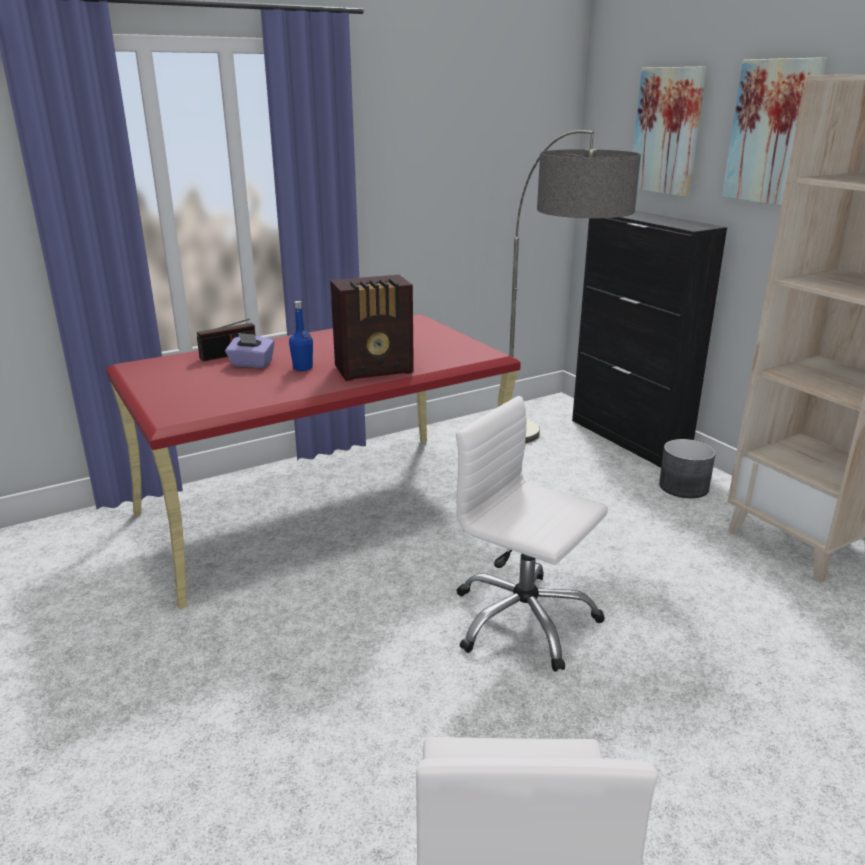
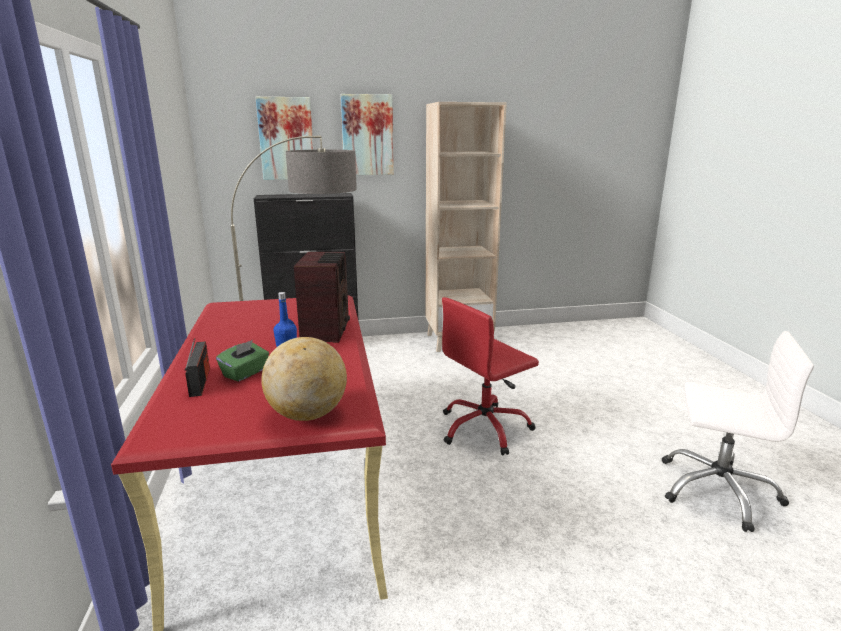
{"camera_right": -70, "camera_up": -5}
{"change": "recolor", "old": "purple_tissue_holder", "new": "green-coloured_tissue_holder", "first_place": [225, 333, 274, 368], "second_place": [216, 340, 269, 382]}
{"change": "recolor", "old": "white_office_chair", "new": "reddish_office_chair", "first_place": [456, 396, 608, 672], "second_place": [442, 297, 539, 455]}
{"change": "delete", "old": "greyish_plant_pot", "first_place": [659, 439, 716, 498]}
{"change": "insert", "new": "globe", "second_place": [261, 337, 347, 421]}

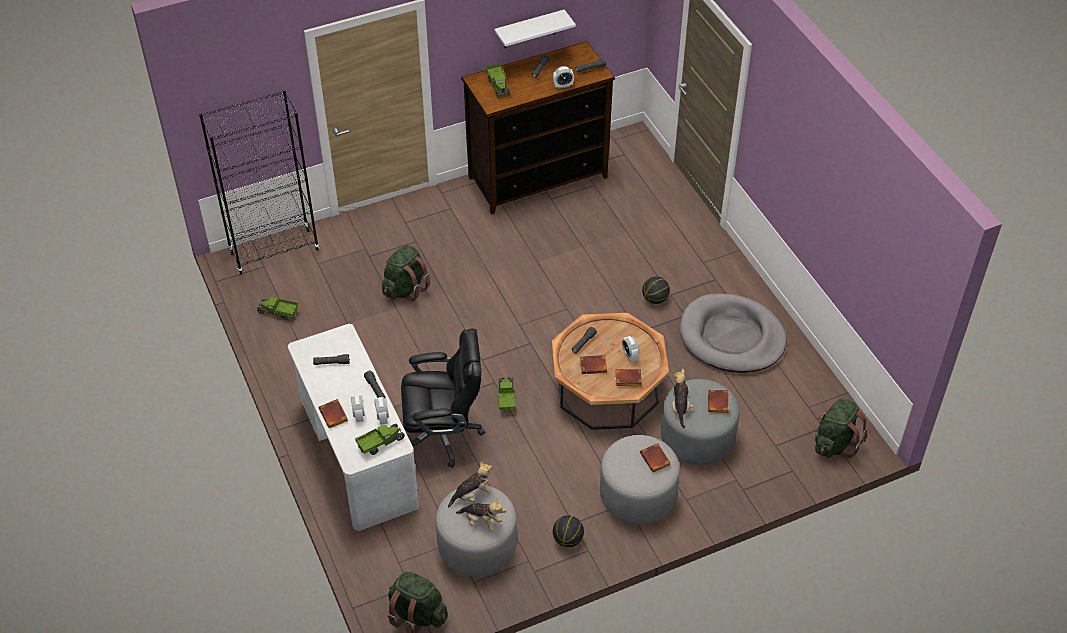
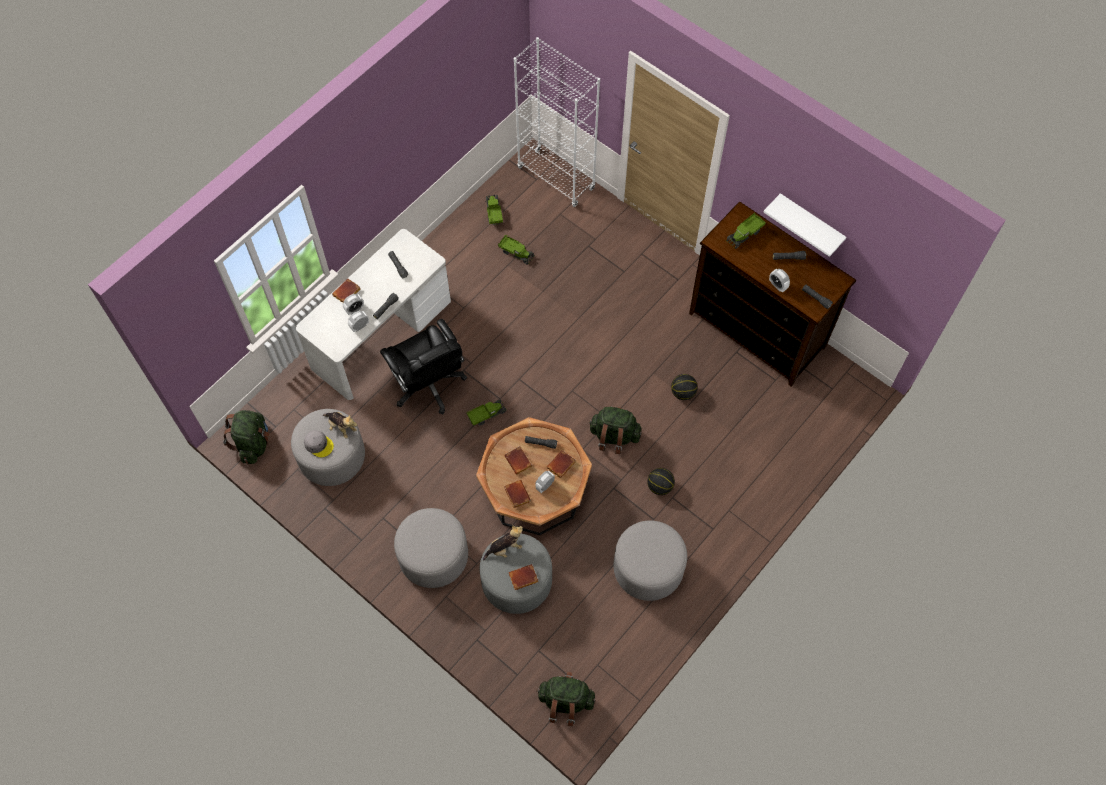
{"camera_right": 65, "camera_up": 15}
{"change": "recolor", "old": "black-coloured_bookcase", "new": "white_bookcase", "first_place": [199, 90, 319, 274], "second_place": [514, 37, 600, 207]}
{"change": "move", "old": "model_truck", "first_place": [355, 424, 404, 455], "second_place": [498, 235, 535, 264]}
{"change": "move", "old": "green-coloured_rucksack", "first_place": [382, 245, 430, 302], "second_place": [589, 407, 641, 454]}
{"change": "replace", "old": "soft_toy", "new": "greyish_cap", "first_place": [456, 498, 506, 531], "second_place": [304, 430, 334, 457]}
{"change": "move", "old": "basketball_ball", "first_place": [553, 516, 584, 547], "second_place": [671, 374, 698, 400]}
{"change": "move", "old": "brownish_bound_book", "first_place": [640, 443, 671, 473], "second_place": [547, 450, 576, 479]}
{"change": "replace", "old": "greyish_dog_bed", "new": "greyish_footrest", "first_place": [680, 293, 787, 373], "second_place": [614, 520, 687, 601]}

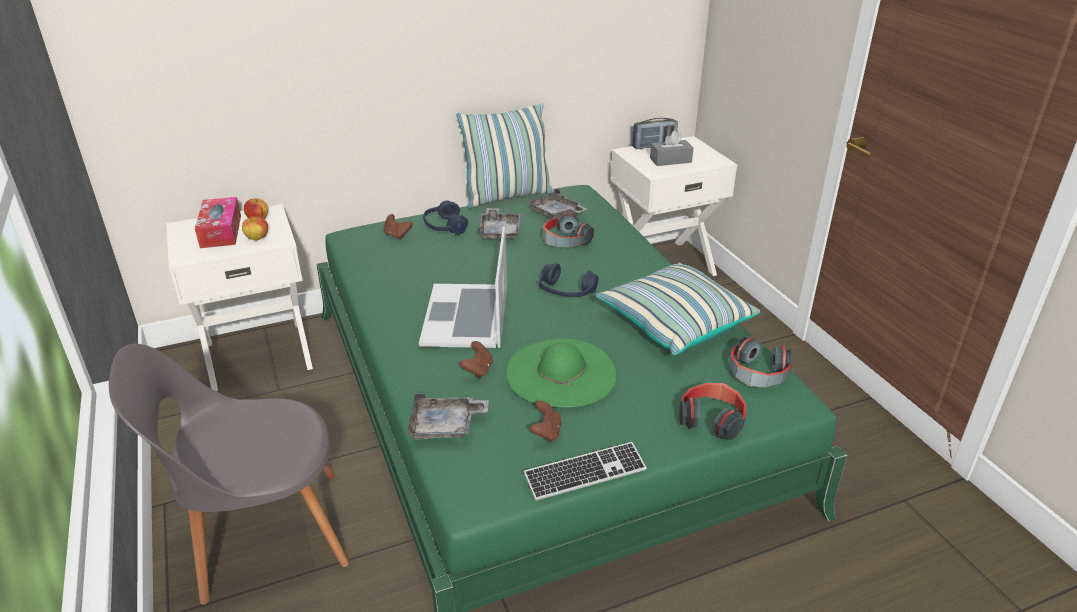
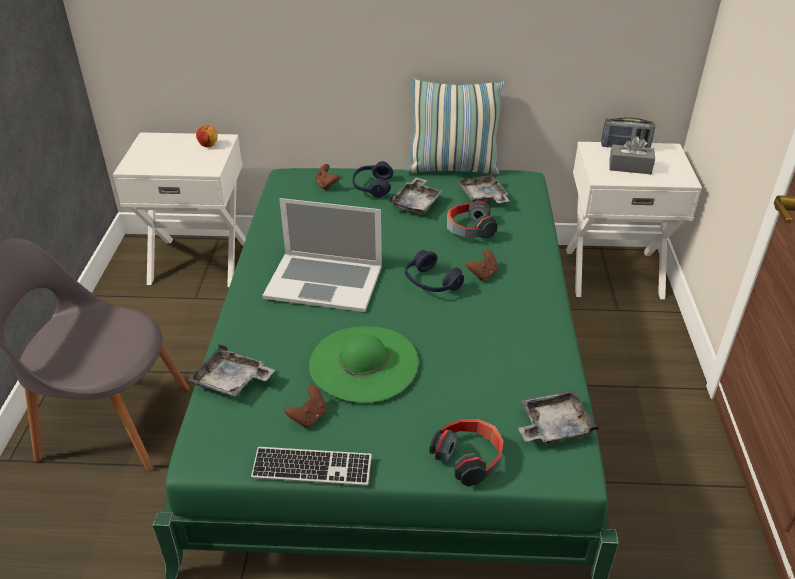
{"camera_right": 25, "camera_up": 5}
{"change": "delete", "old": "tissue_holder", "first_place": [195, 197, 241, 248]}
{"change": "delete", "old": "whole_apple", "first_place": [242, 216, 268, 241]}
{"change": "rotate", "old": "laptop", "first_place": [419, 227, 507, 348], "second_place": [262, 198, 382, 312], "degrees": -105}
{"change": "move", "old": "brownish_gamepad", "first_place": [459, 341, 493, 378], "second_place": [466, 249, 498, 281]}
{"change": "delete", "old": "throw_pillow", "first_place": [595, 262, 760, 355]}
{"change": "replace", "old": "headphones", "new": "greyish_tray", "first_place": [729, 336, 793, 387], "second_place": [518, 390, 600, 445]}

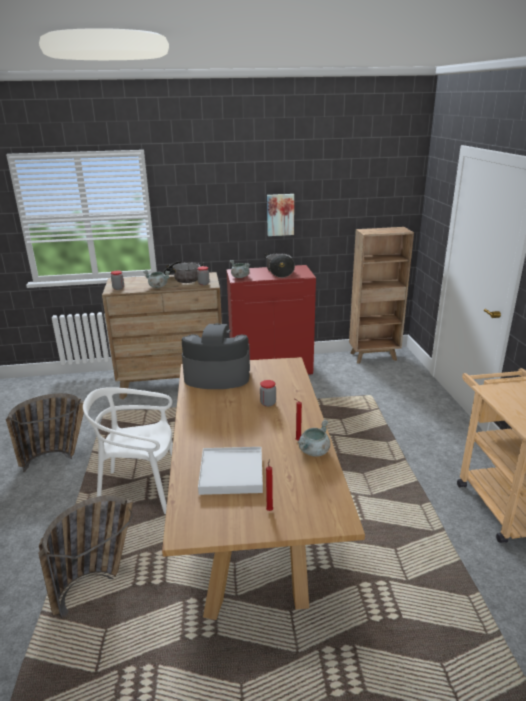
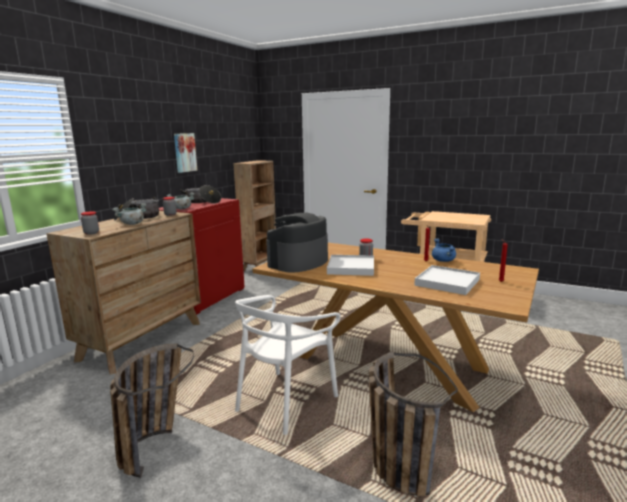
{"camera_right": -55, "camera_up": -10}
{"change": "recolor", "old": "greyish_cooking_pot", "new": "blue_cooking_pot", "first_place": [298, 419, 330, 457], "second_place": [432, 238, 456, 262]}
{"change": "insert", "new": "white_tray", "second_place": [327, 255, 374, 276]}

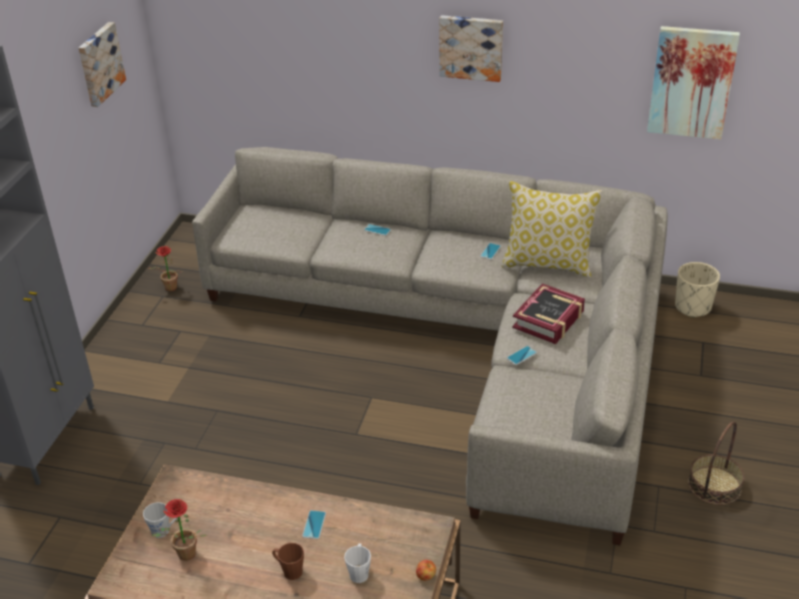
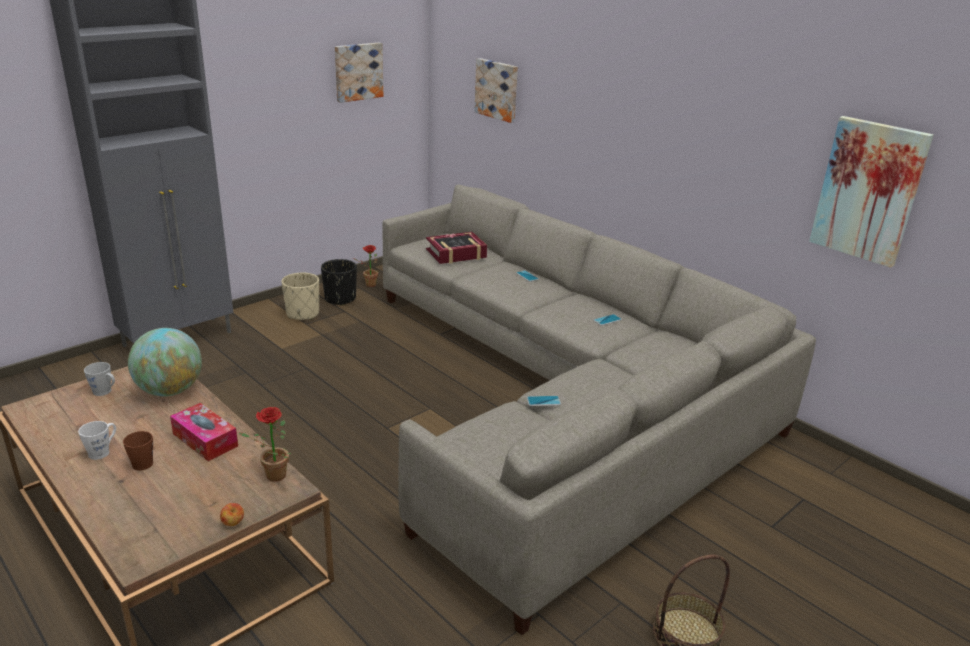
{"camera_right": 30, "camera_up": -10}
{"change": "move", "old": "houseplant", "first_place": [152, 499, 207, 561], "second_place": [239, 407, 291, 482]}
{"change": "replace", "old": "handset", "new": "tissue_holder", "first_place": [302, 510, 326, 539], "second_place": [170, 403, 238, 461]}
{"change": "move", "old": "white_tea_mug", "first_place": [344, 543, 371, 583], "second_place": [78, 421, 116, 460]}
{"change": "move", "old": "wall_picture", "first_place": [439, 15, 503, 82], "second_place": [475, 58, 518, 123]}
{"change": "delete", "old": "throw_pillow", "first_place": [502, 181, 602, 278]}
{"change": "move", "old": "bound_book", "first_place": [512, 284, 585, 344], "second_place": [426, 232, 487, 264]}
{"change": "move", "old": "beige_plant_pot", "first_place": [675, 262, 720, 318], "second_place": [281, 273, 319, 320]}
{"change": "insert", "new": "globe", "second_place": [128, 328, 202, 396]}
{"change": "insert", "new": "black-coloured_plant_pot", "second_place": [321, 259, 357, 306]}

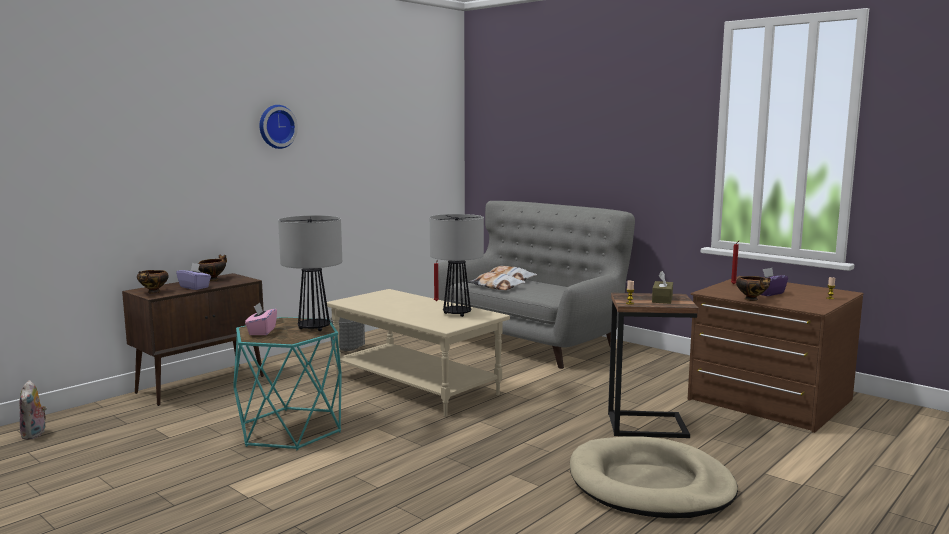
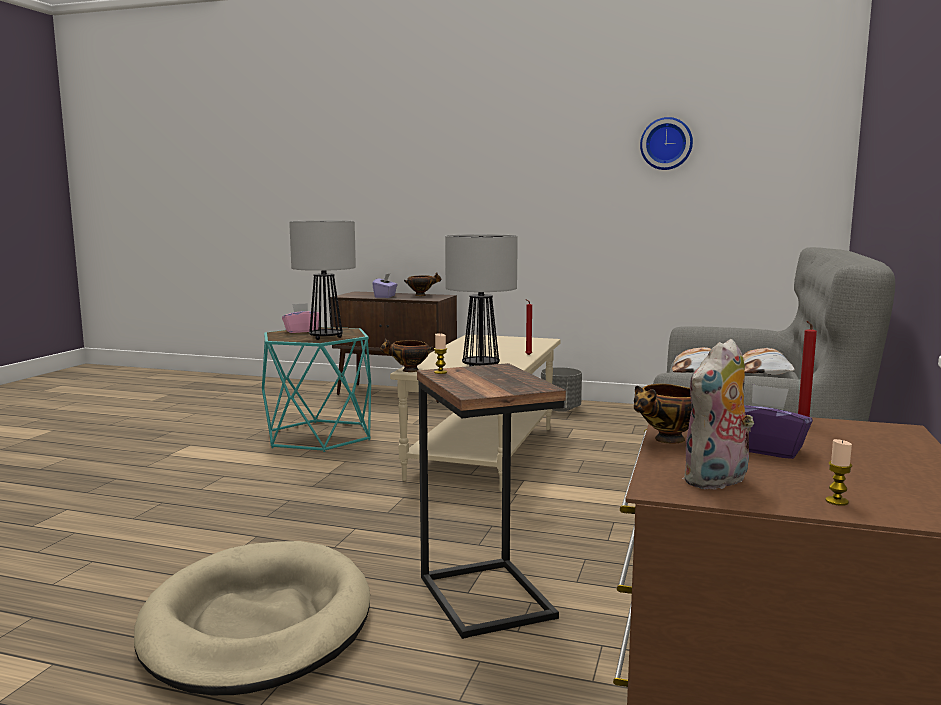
{"camera_right": 65, "camera_up": 0}
{"change": "move", "old": "soft_toy", "first_place": [19, 380, 47, 440], "second_place": [682, 339, 754, 490]}
{"change": "move", "old": "bowl", "first_place": [137, 270, 169, 293], "second_place": [380, 339, 433, 372]}
{"change": "move", "old": "wall_clock", "first_place": [260, 105, 298, 149], "second_place": [640, 117, 693, 170]}
{"change": "delete", "old": "brownish_tissue_holder", "first_place": [652, 271, 673, 304]}

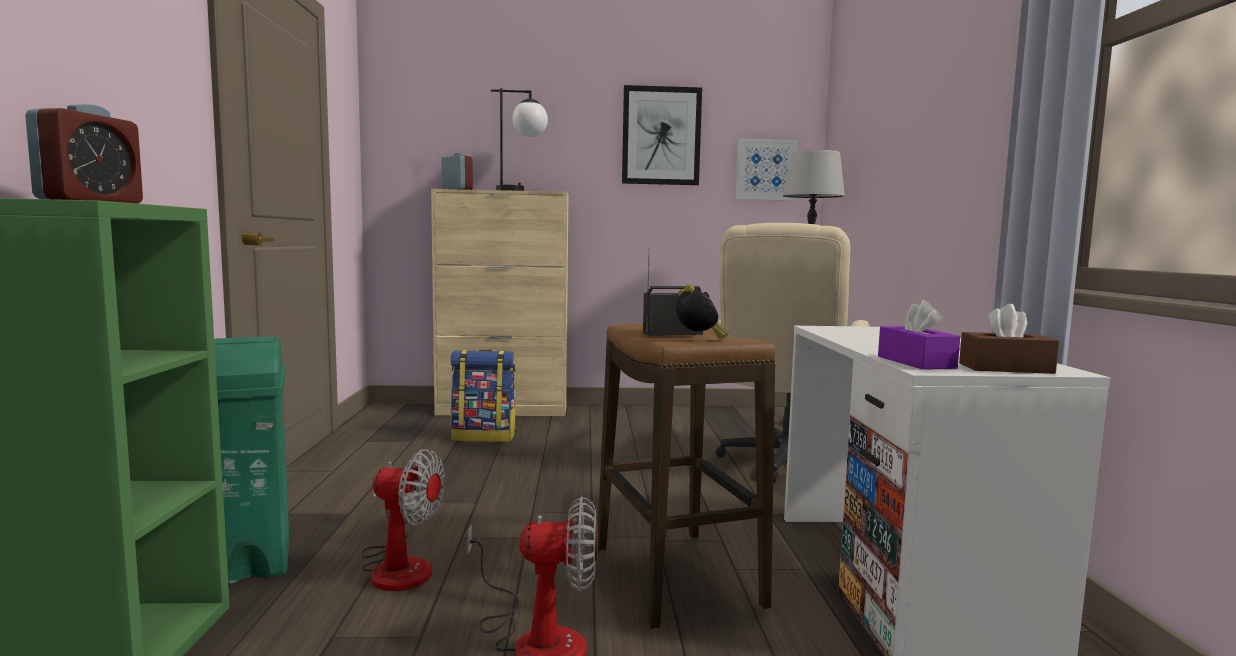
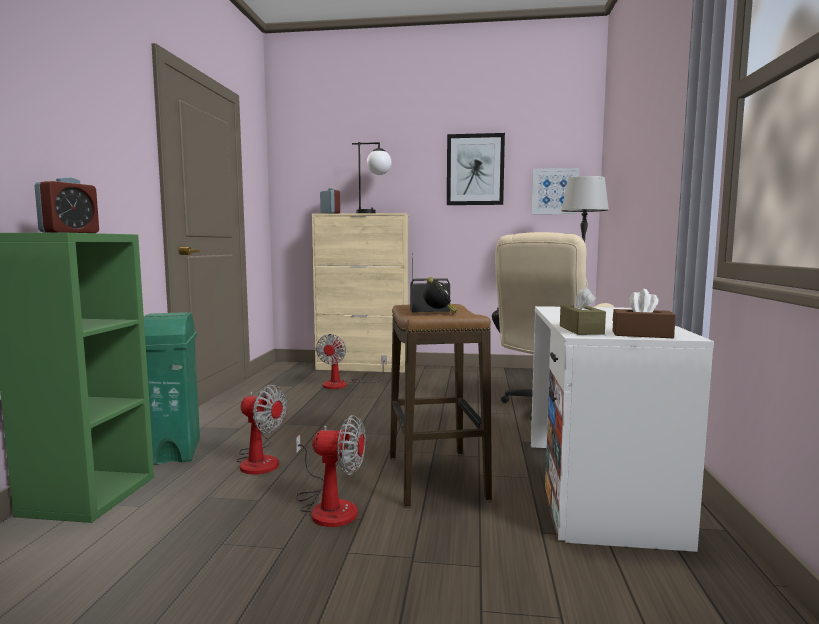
{"camera_right": 10, "camera_up": 0}
{"change": "replace", "old": "rucksack", "new": "electric_fan", "first_place": [451, 349, 516, 442], "second_place": [316, 334, 387, 389]}
{"change": "recolor", "old": "purple_tissue_holder", "new": "brownish_tissue_holder", "first_place": [878, 300, 960, 370], "second_place": [560, 287, 606, 335]}

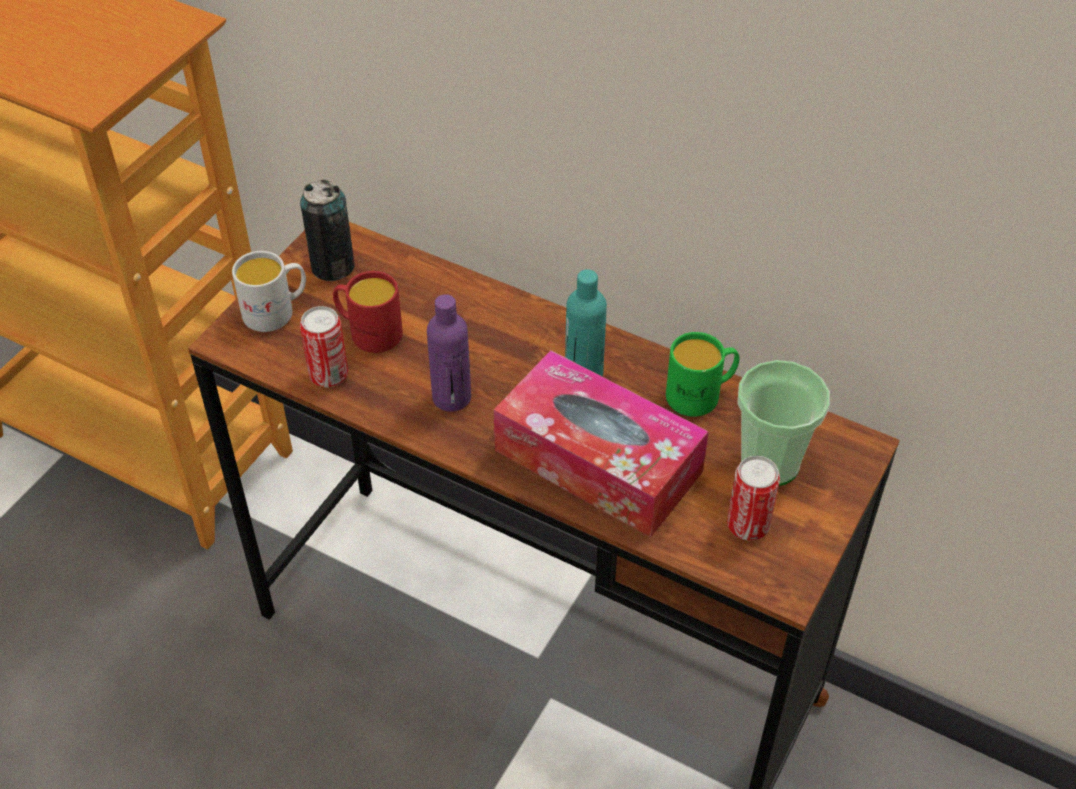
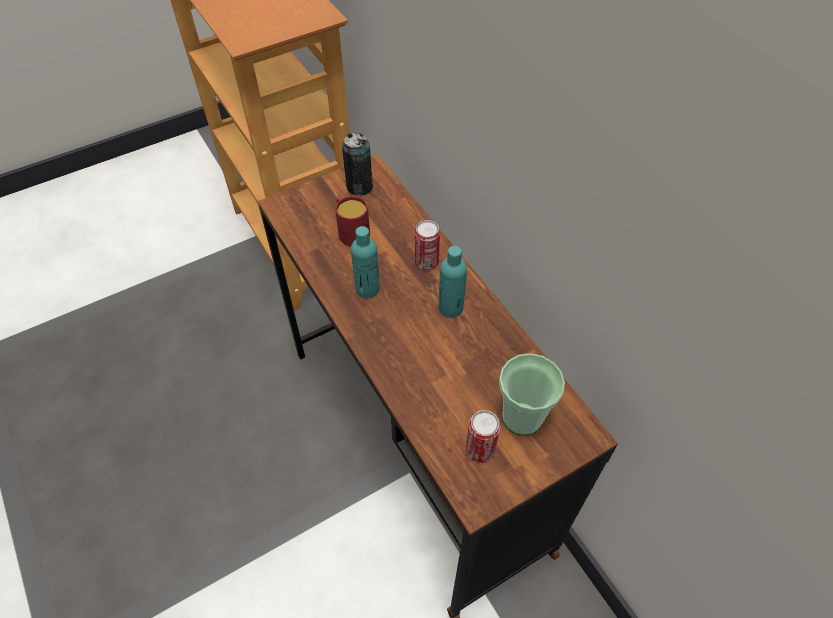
{"camera_right": 30, "camera_up": 5}
{"change": "delete", "old": "white_tea_mug", "first_place": [232, 251, 306, 332]}
{"change": "move", "old": "sealed_can", "first_place": [300, 306, 348, 387], "second_place": [415, 220, 440, 270]}
{"change": "recolor", "old": "purple_bottle", "new": "turquoise-coloured_bottle", "first_place": [427, 294, 471, 412], "second_place": [351, 226, 380, 298]}
{"change": "delete", "old": "tissue_holder", "first_place": [494, 350, 709, 538]}
{"change": "delete", "old": "green-coloured_tea_mug", "first_place": [666, 332, 739, 417]}

